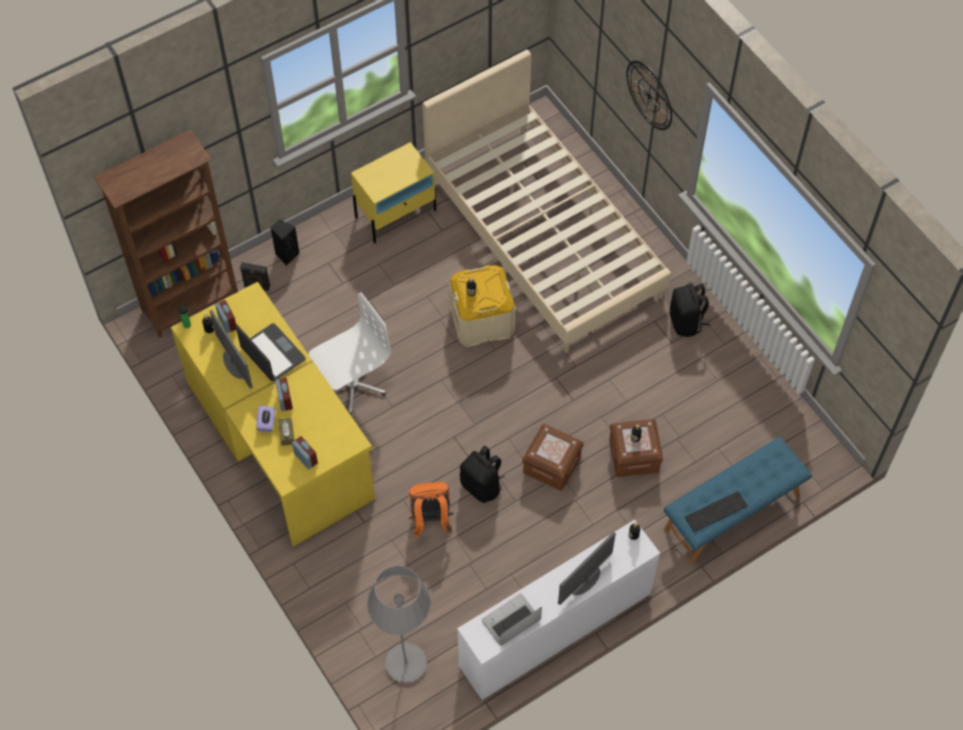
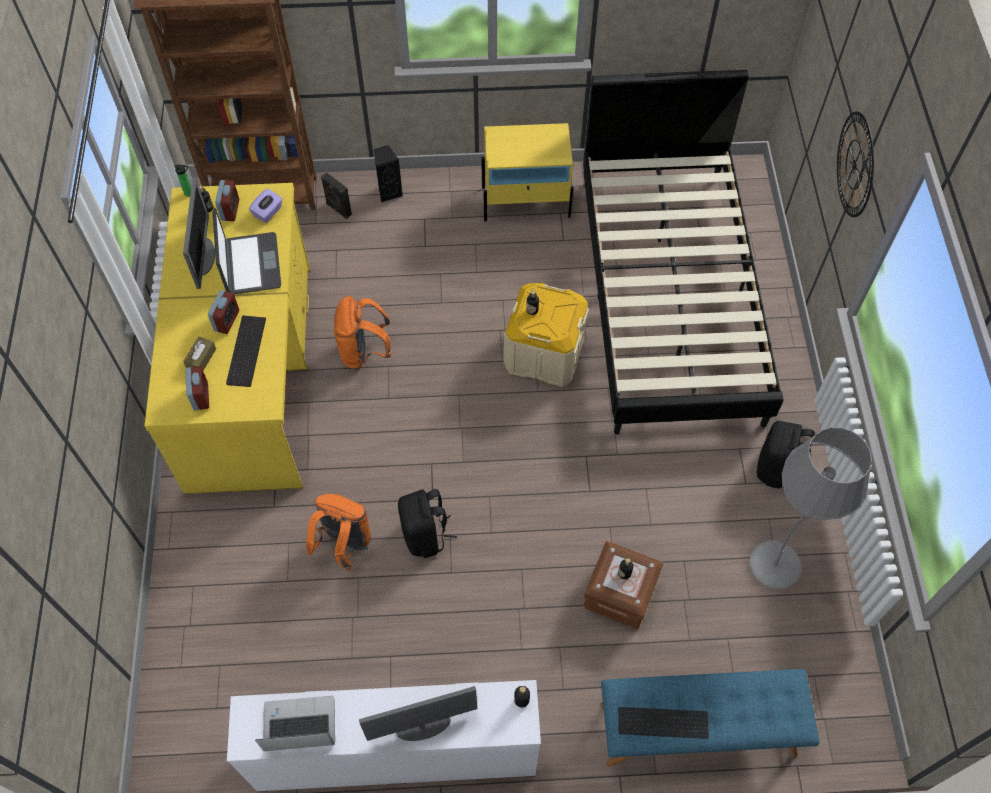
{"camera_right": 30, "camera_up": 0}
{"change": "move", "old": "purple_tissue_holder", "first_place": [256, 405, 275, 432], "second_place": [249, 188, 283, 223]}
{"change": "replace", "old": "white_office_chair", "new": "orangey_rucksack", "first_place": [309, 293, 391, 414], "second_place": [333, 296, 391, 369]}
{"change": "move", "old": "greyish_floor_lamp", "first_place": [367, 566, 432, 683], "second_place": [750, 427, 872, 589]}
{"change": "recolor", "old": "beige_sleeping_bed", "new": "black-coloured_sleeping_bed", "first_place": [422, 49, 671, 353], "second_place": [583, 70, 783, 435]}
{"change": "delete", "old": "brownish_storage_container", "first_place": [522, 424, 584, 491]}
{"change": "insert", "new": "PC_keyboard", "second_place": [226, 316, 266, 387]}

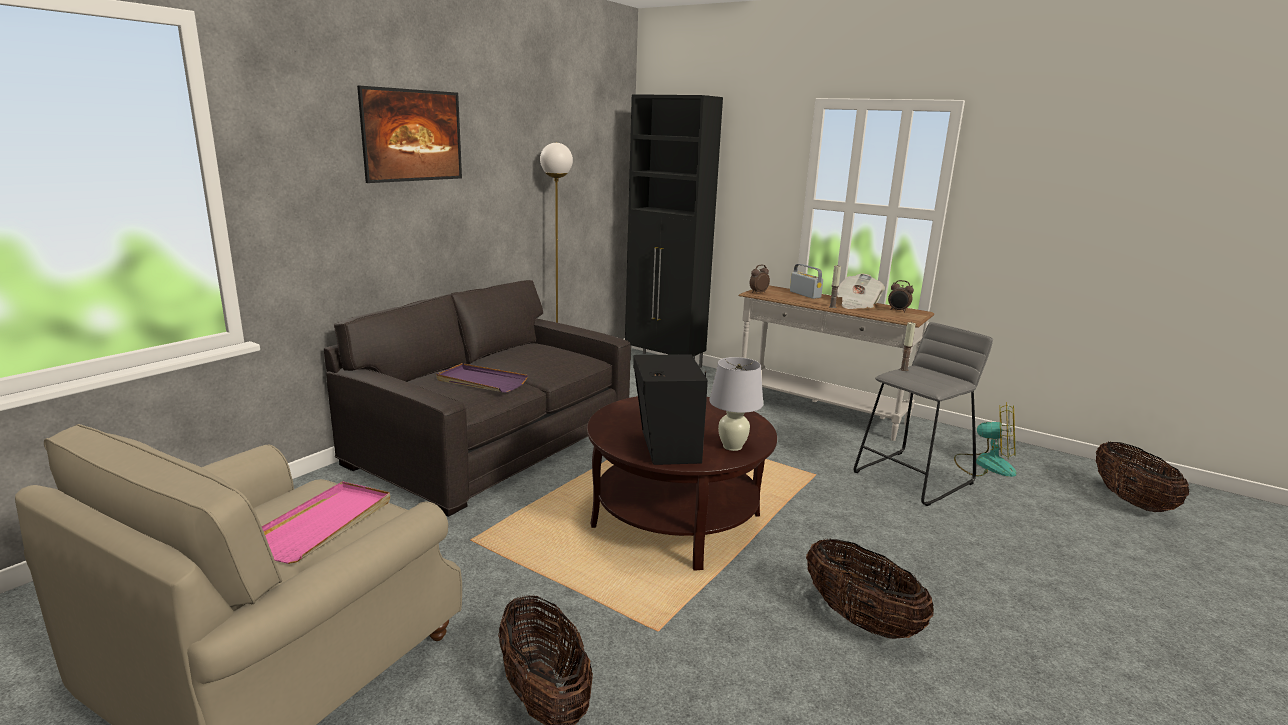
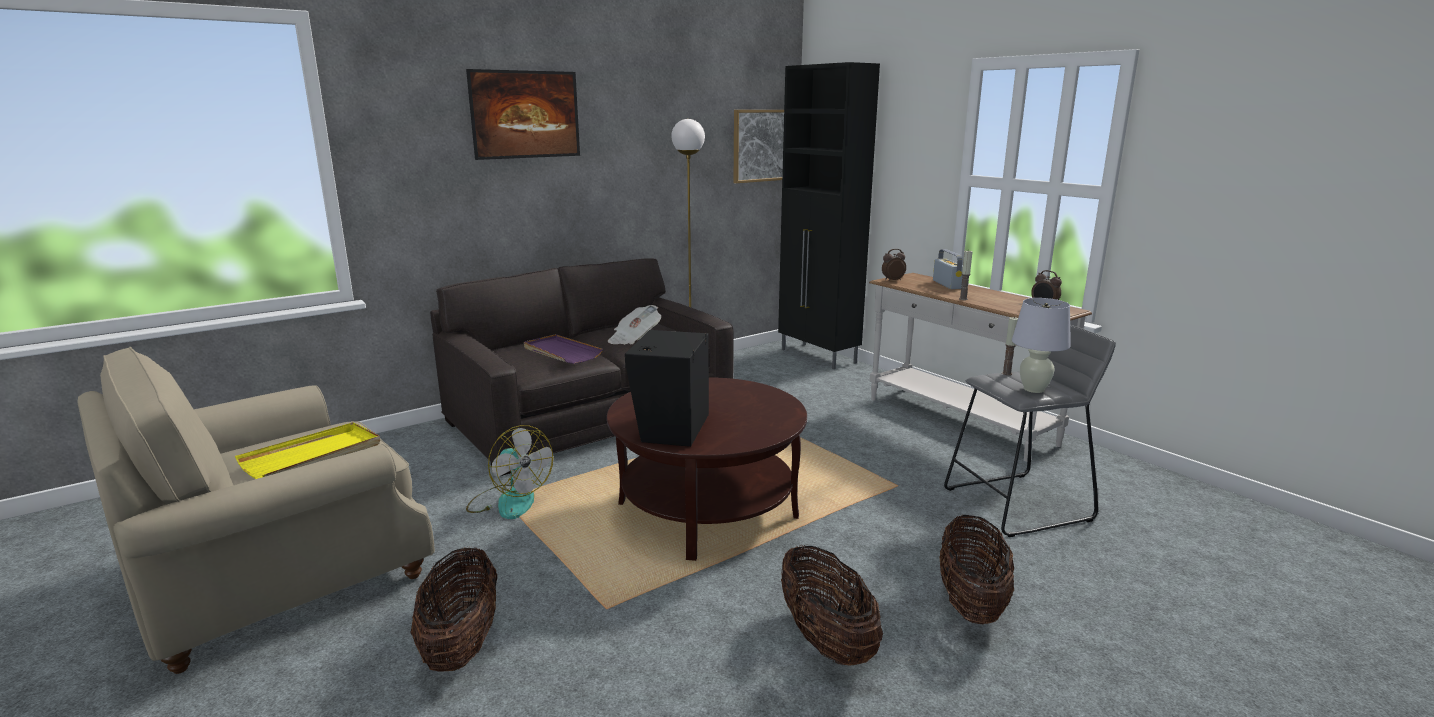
{"camera_right": 20, "camera_up": 0}
{"change": "recolor", "old": "pink_tray", "new": "yellow_tray", "first_place": [262, 481, 390, 564], "second_place": [235, 422, 380, 479]}
{"change": "move", "old": "white_table_lamp", "first_place": [709, 357, 763, 451], "second_place": [1012, 298, 1071, 393]}
{"change": "move", "old": "printed_paper", "first_place": [837, 274, 885, 309], "second_place": [608, 305, 661, 345]}
{"change": "move", "old": "electric_fan", "first_place": [954, 402, 1016, 477], "second_place": [466, 425, 553, 519]}
{"change": "move", "old": "storage_basket", "first_place": [1095, 442, 1189, 512], "second_place": [939, 514, 1014, 624]}
{"change": "insert", "new": "wall_picture", "second_place": [734, 110, 784, 183]}

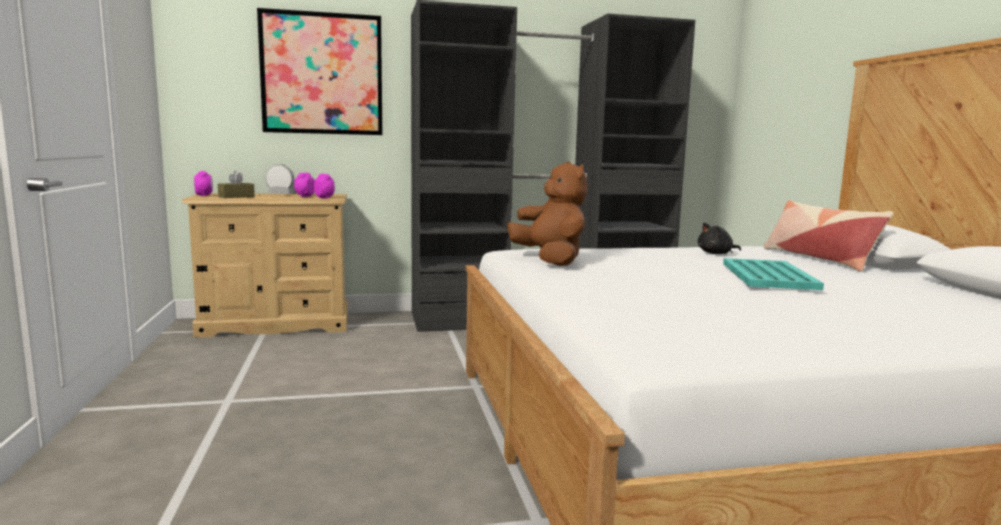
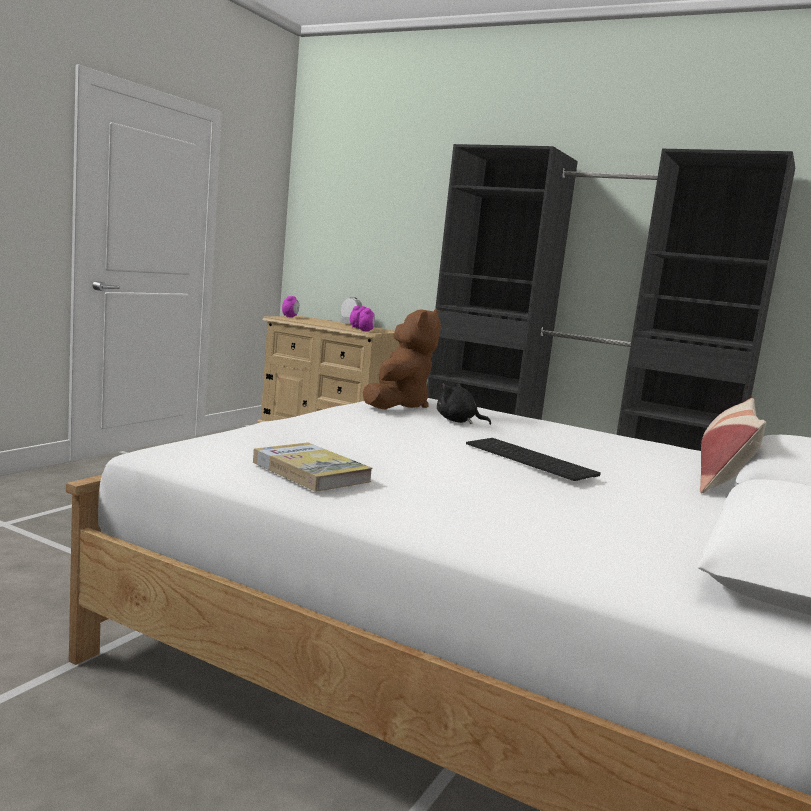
{"camera_right": 40, "camera_up": 0}
{"change": "delete", "old": "brownish_tissue_holder", "first_place": [218, 171, 255, 198]}
{"change": "delete", "old": "wall_picture", "first_place": [257, 8, 382, 135]}
{"change": "move", "old": "black-coloured_soft_toy", "first_place": [698, 223, 741, 254], "second_place": [437, 382, 491, 425]}
{"change": "replace", "old": "turquoise-coloured_tray", "new": "PC_keyboard", "first_place": [723, 258, 824, 290], "second_place": [466, 438, 601, 481]}
{"change": "insert", "new": "bound_book", "second_place": [253, 442, 373, 492]}

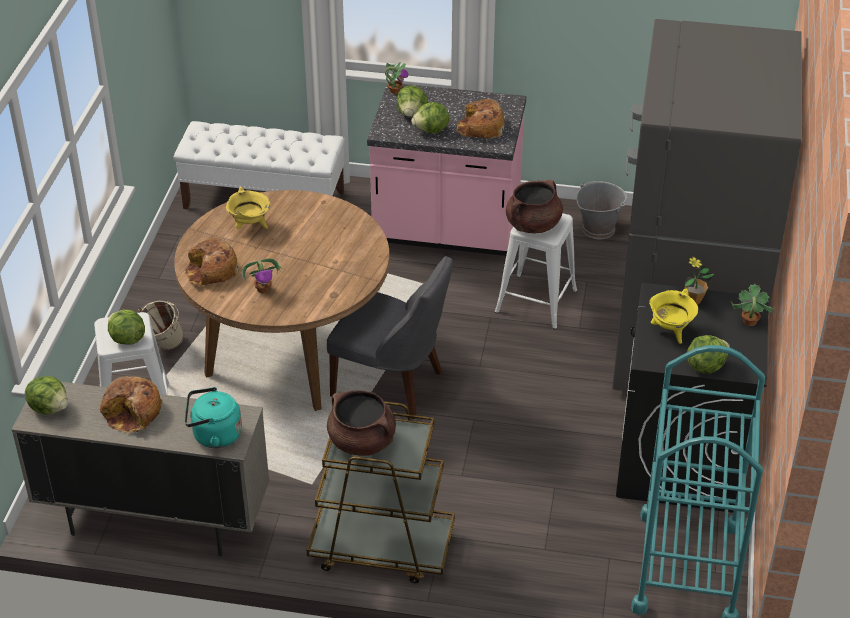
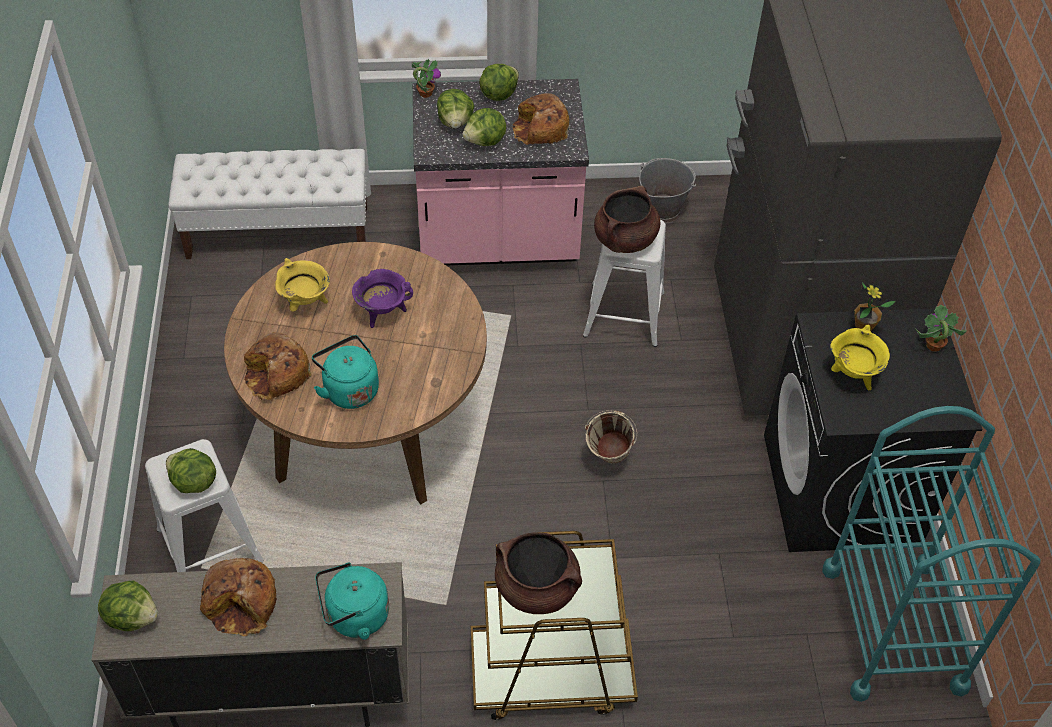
{"camera_right": -15, "camera_up": 10}
{"change": "move", "old": "beige_pail", "first_place": [138, 301, 184, 350], "second_place": [585, 410, 637, 464]}
{"change": "replace", "old": "houseplant", "new": "turquoise-coloured_water_kettle", "first_place": [242, 258, 283, 293], "second_place": [312, 335, 379, 409]}
{"change": "delete", "old": "greyish_chair", "first_place": [327, 256, 453, 419]}
{"change": "move", "old": "head_of_lettuce", "first_place": [687, 335, 730, 374], "second_place": [479, 64, 519, 101]}
{"change": "insert", "new": "purple_cooking_pot", "second_place": [352, 269, 413, 328]}

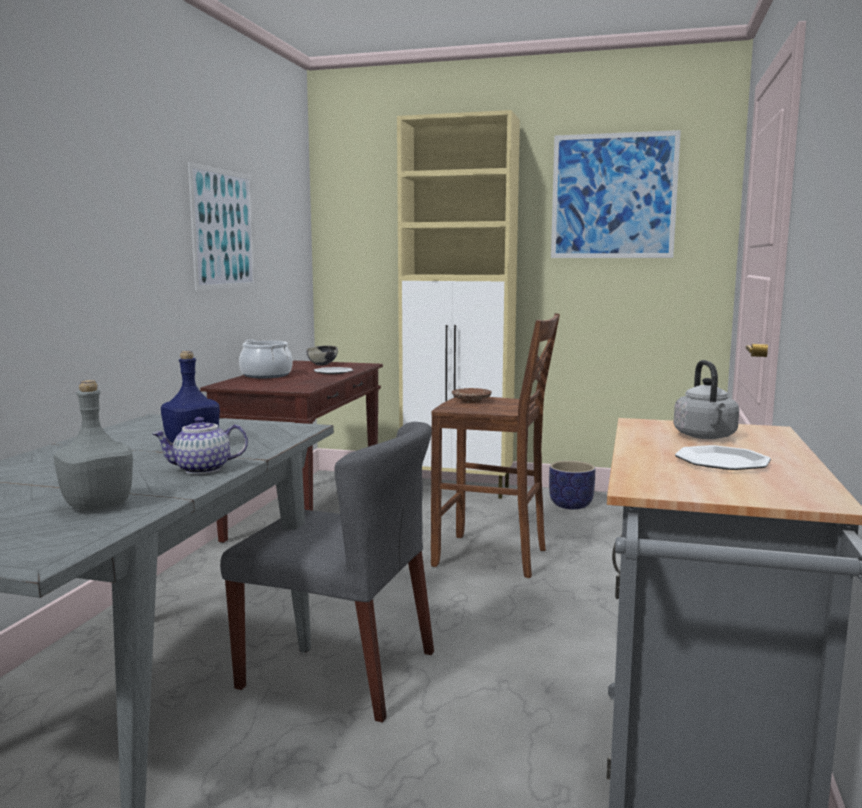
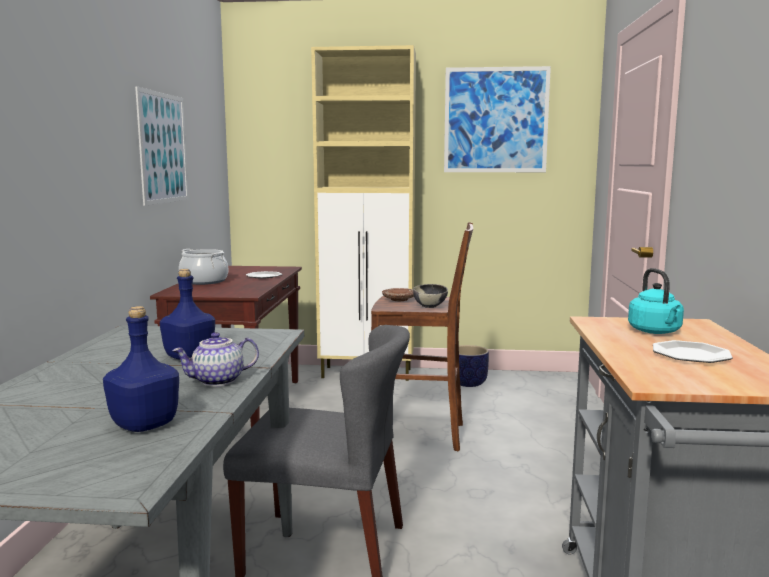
{"camera_right": -10, "camera_up": 0}
{"change": "recolor", "old": "greyish_bottle", "new": "blue_bottle", "first_place": [54, 380, 133, 511], "second_place": [103, 306, 179, 432]}
{"change": "move", "old": "bowl", "first_place": [307, 346, 338, 365], "second_place": [413, 284, 448, 308]}
{"change": "recolor", "old": "greyish_water_kettle", "new": "turquoise-coloured_water_kettle", "first_place": [674, 360, 739, 439], "second_place": [628, 268, 684, 334]}

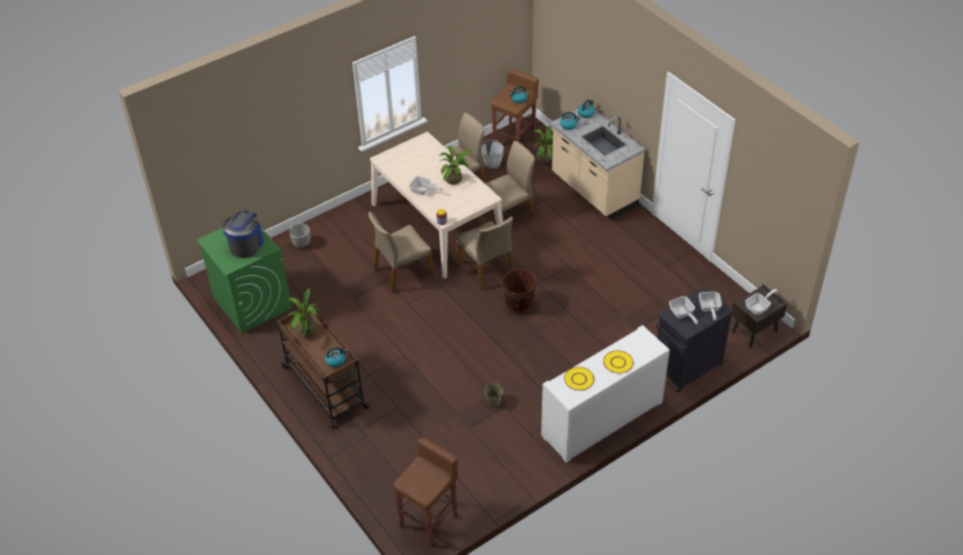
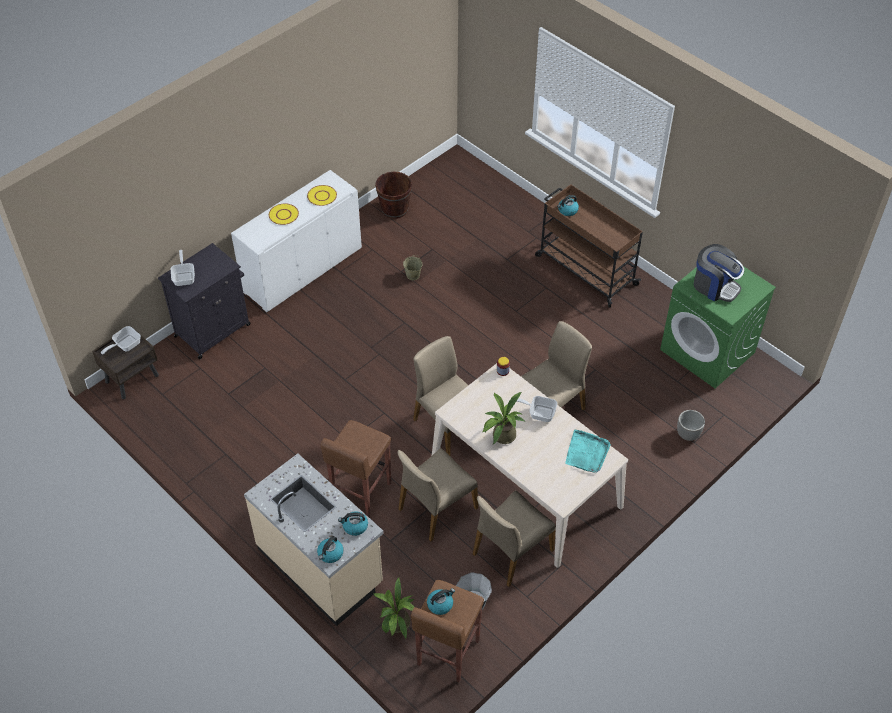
{"camera_right": 170, "camera_up": 5}
{"change": "rotate", "old": "coffee_machine", "first_place": [222, 211, 264, 258], "second_place": [694, 244, 744, 302], "degrees": -60}
{"change": "delete", "old": "houseplant", "first_place": [288, 288, 320, 336]}
{"change": "move", "old": "brownish_stool", "first_place": [393, 438, 458, 546], "second_place": [320, 420, 391, 517]}
{"change": "move", "old": "brownish_pail", "first_place": [502, 269, 537, 314], "second_place": [375, 172, 412, 219]}
{"change": "delete", "old": "pan", "first_place": [669, 296, 698, 324]}
{"change": "insert", "new": "turquoise-coloured_tray", "second_place": [565, 429, 611, 473]}

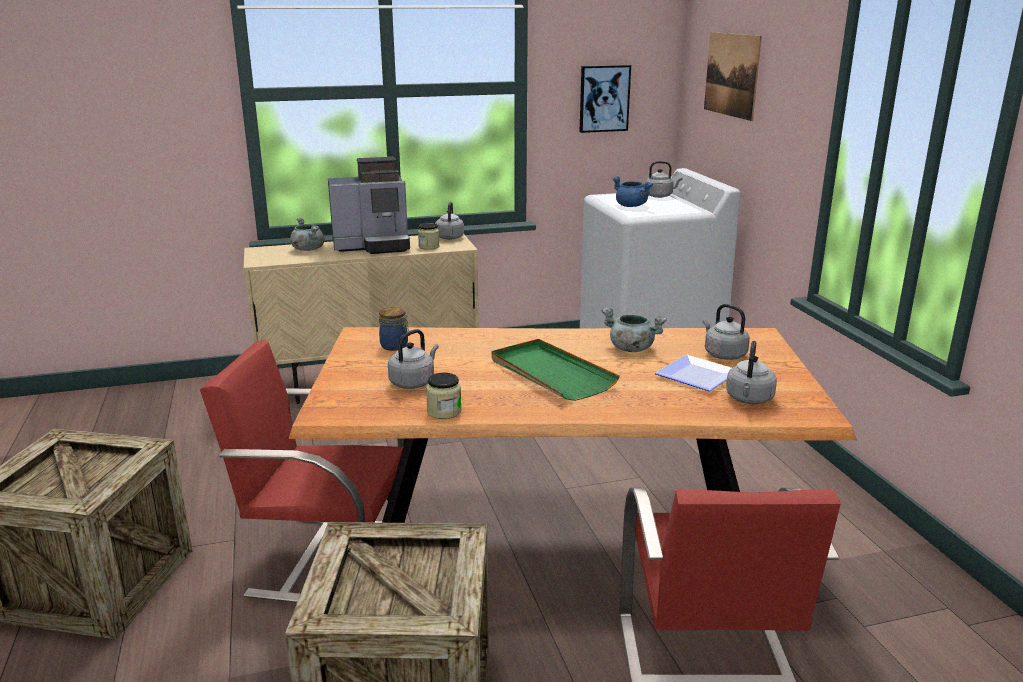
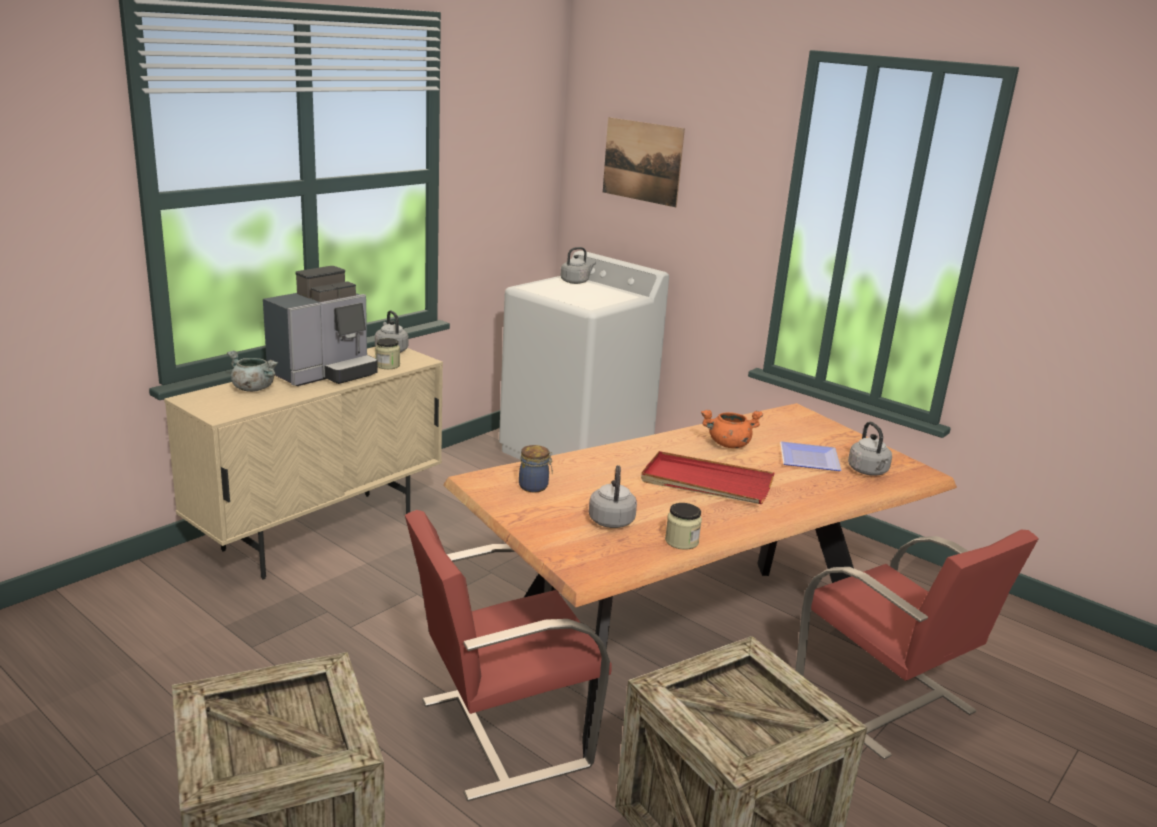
{"camera_right": -35, "camera_up": 0}
{"change": "recolor", "old": "green-coloured_tray", "new": "reddish_tray", "first_place": [491, 339, 620, 401], "second_place": [641, 451, 774, 504]}
{"change": "delete", "old": "wall_picture", "first_place": [580, 65, 631, 133]}
{"change": "recolor", "old": "greyish_cooking_pot", "new": "orangey_cooking_pot", "first_place": [601, 307, 667, 352], "second_place": [701, 410, 763, 448]}
{"change": "delete", "old": "blue_cooking_pot", "first_place": [612, 176, 653, 207]}
{"change": "delete", "old": "greyish_water_kettle", "first_place": [702, 304, 750, 360]}

